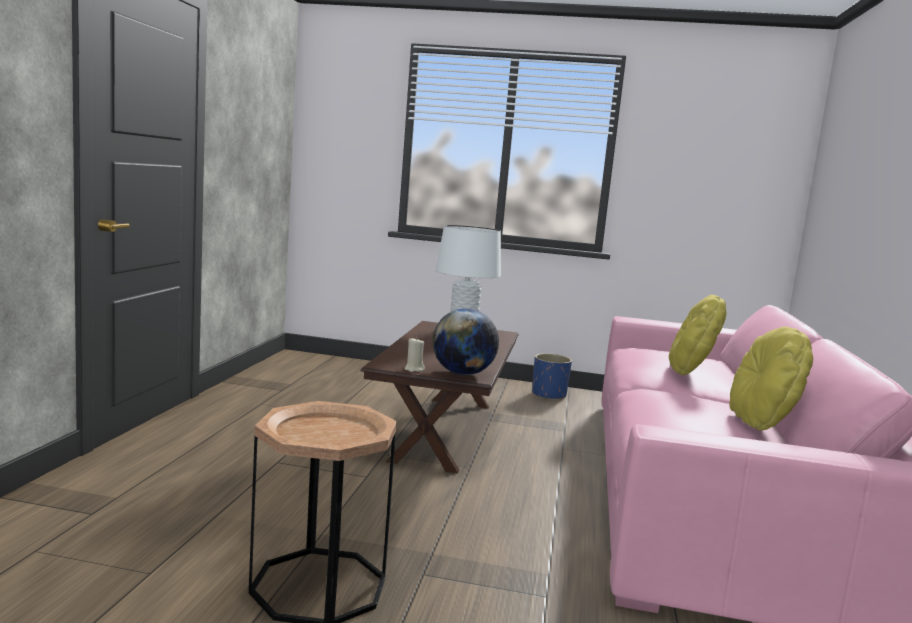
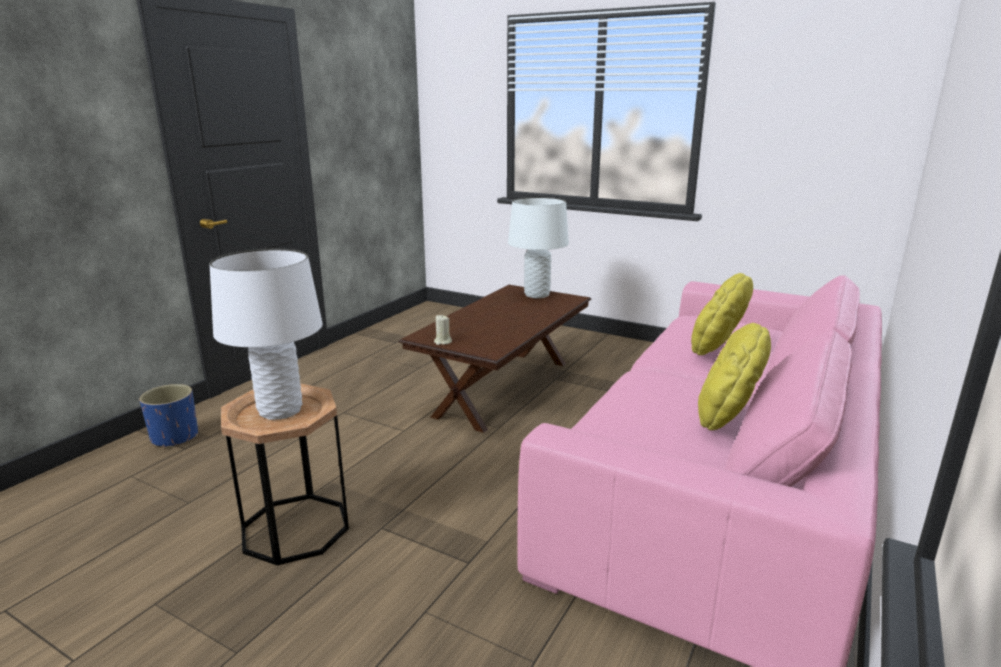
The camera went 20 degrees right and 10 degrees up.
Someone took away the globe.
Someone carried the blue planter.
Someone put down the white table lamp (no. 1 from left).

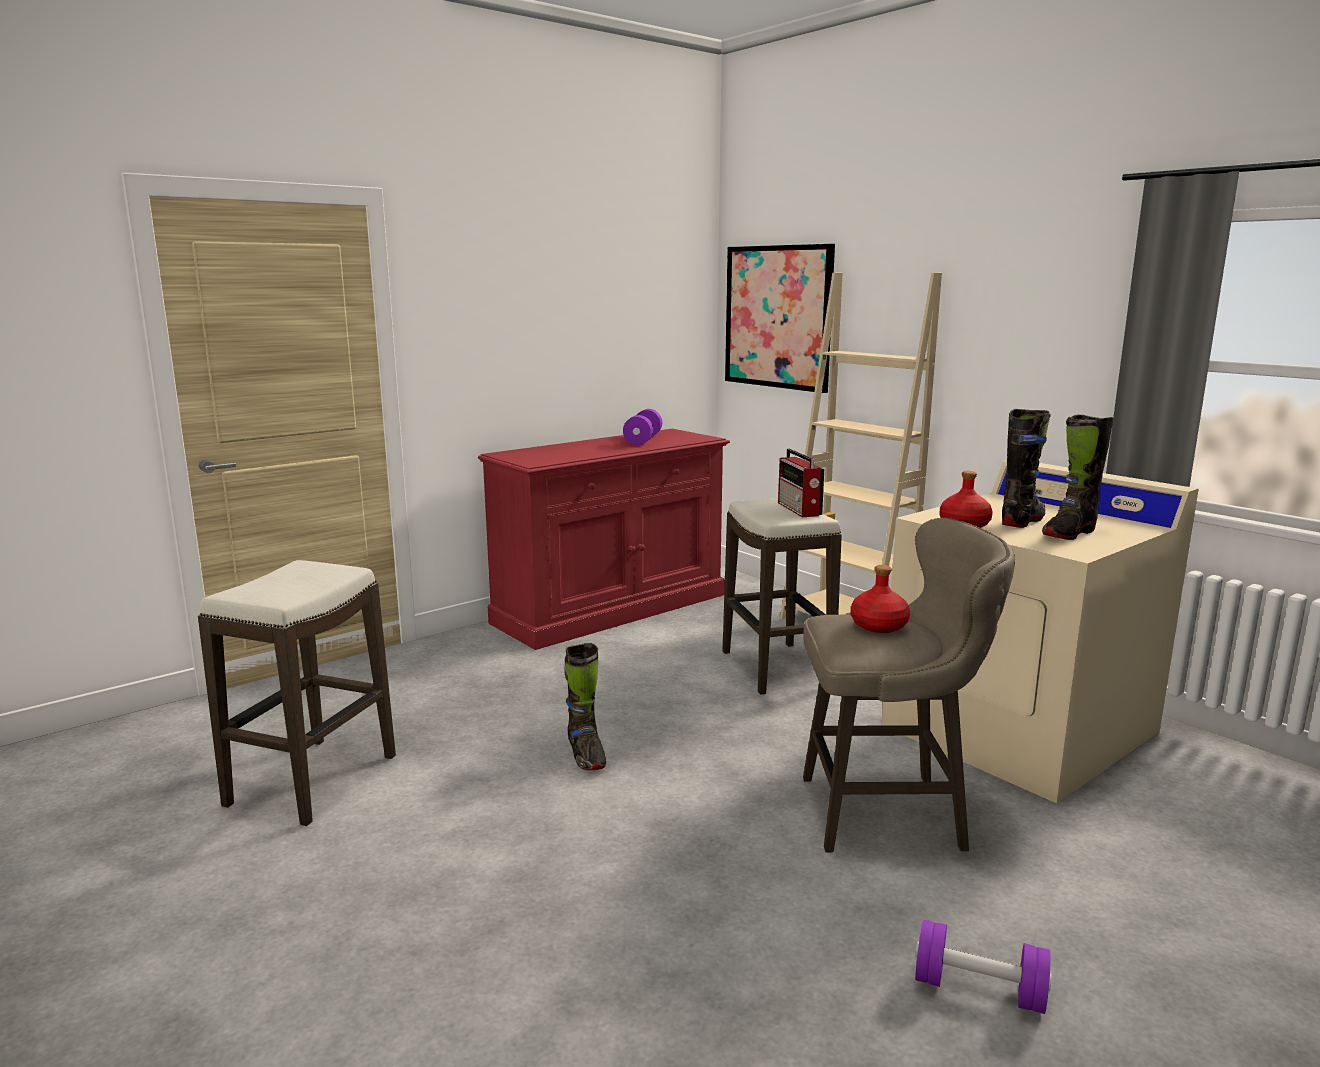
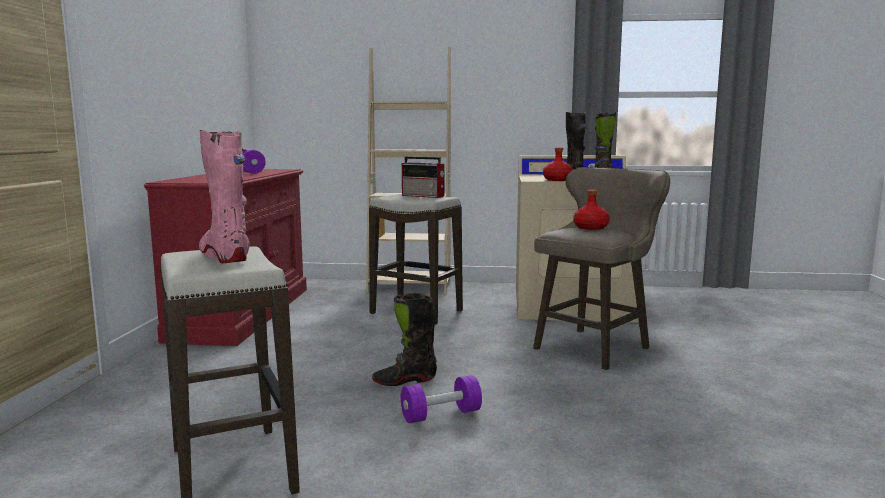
The camera went 45 degrees left and 5 degrees down.
Someone took away the picture.
Someone rotated the black boot (no. 1 from left) by 135 degrees clockwise.
Someone carried the purple dumbbell (no. 2 from left).
Someone put down the pink boot.

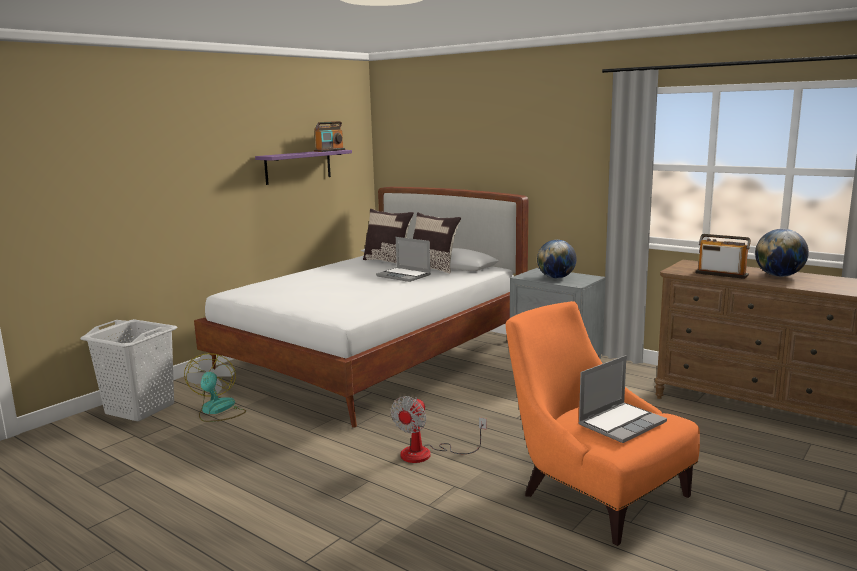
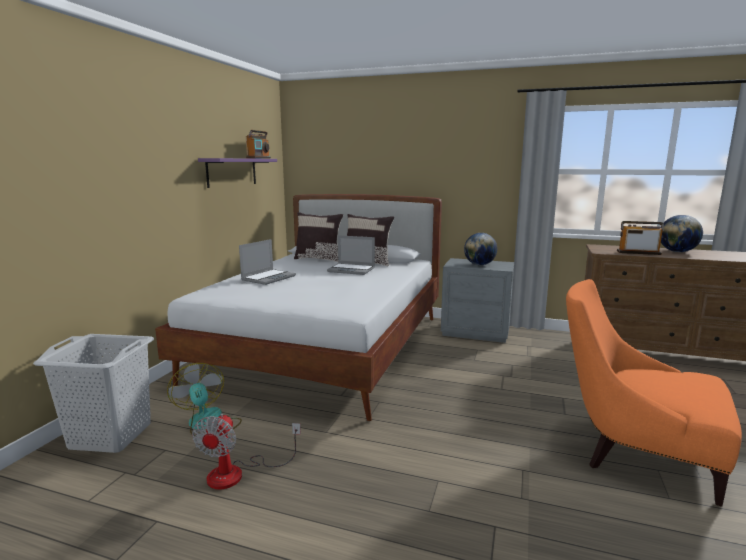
The camera went 20 degrees left and 0 degrees up.
Someone carried the laptop (no. 2 from left in the first image).
Someone carried the fan (no. 2 from left).

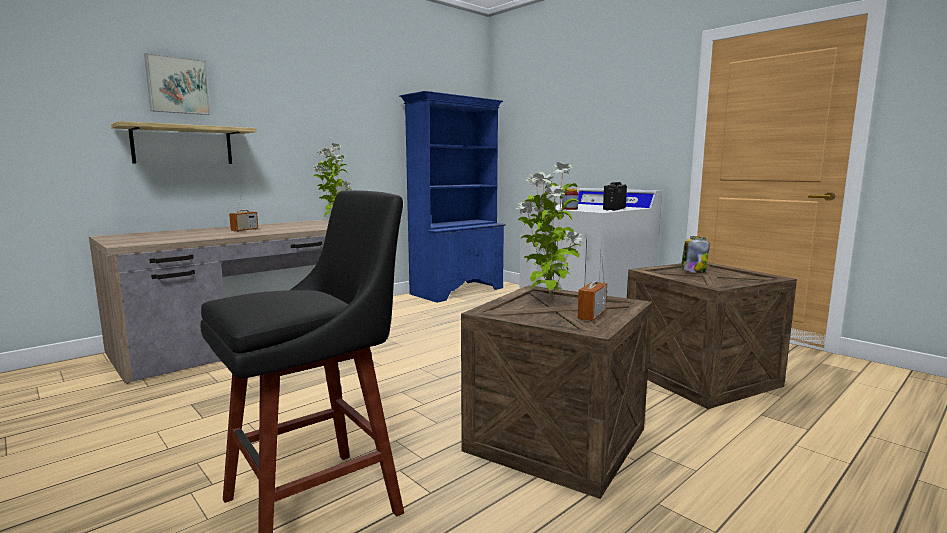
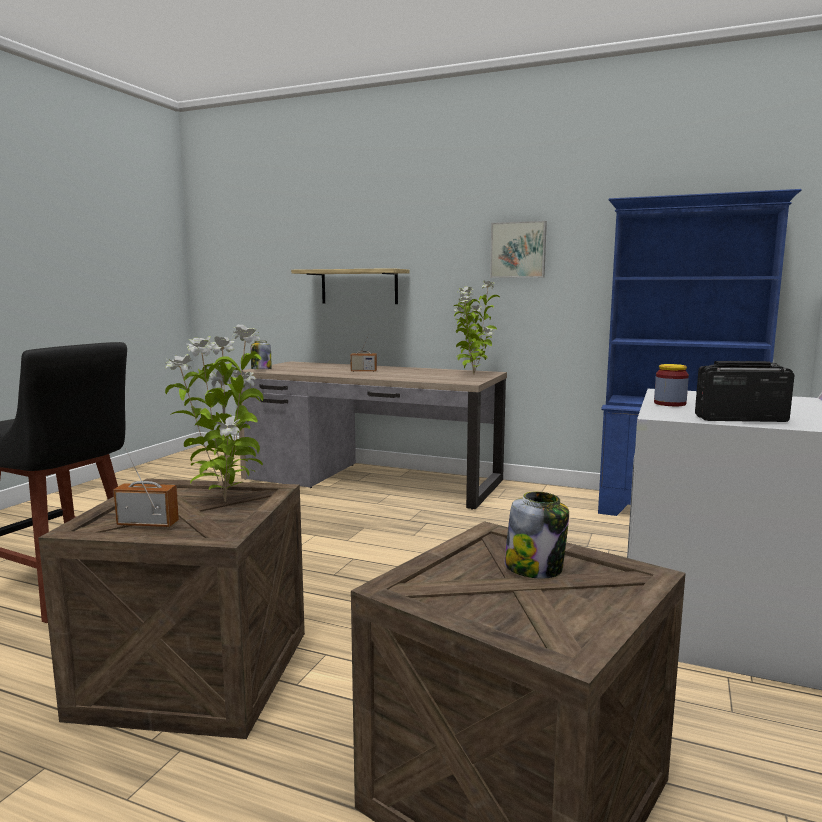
The camera went 65 degrees right and 0 degrees up.
Someone carried the picture.
Someone put down the jar (no. 1 from left).

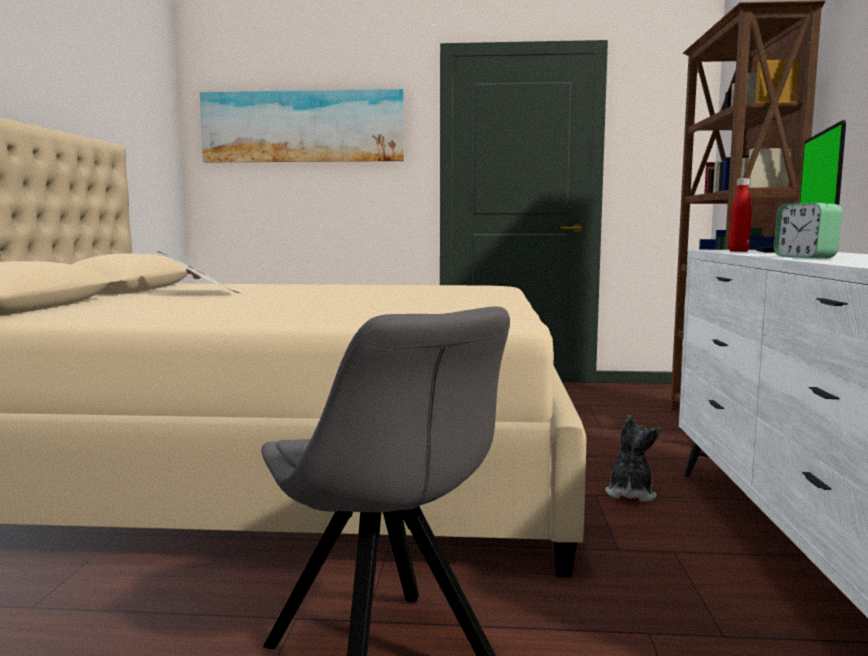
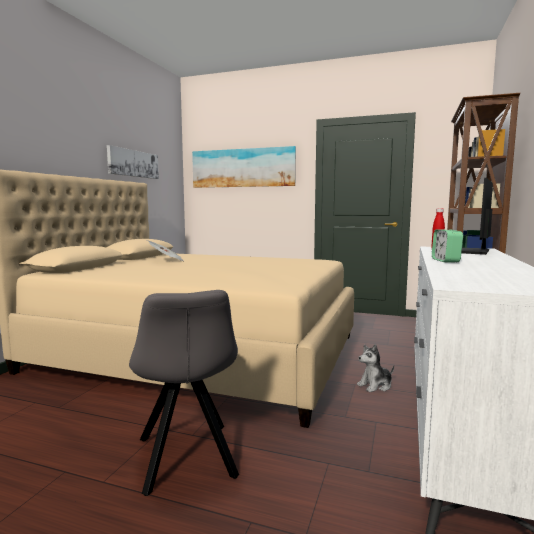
The camera went 15 degrees right and 0 degrees up.
Someone rotated the plush toy by 150 degrees counterclockwise.
Someone put up the picture (no. 1 from left).

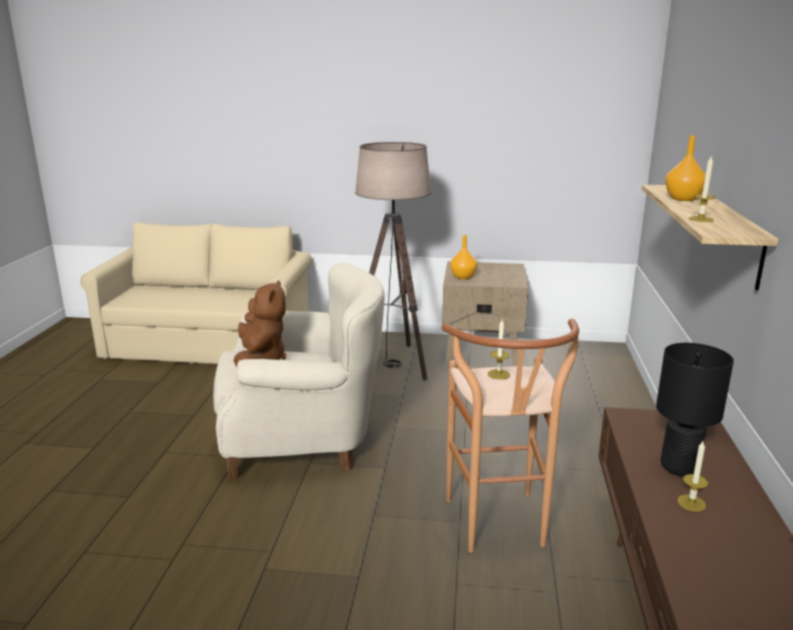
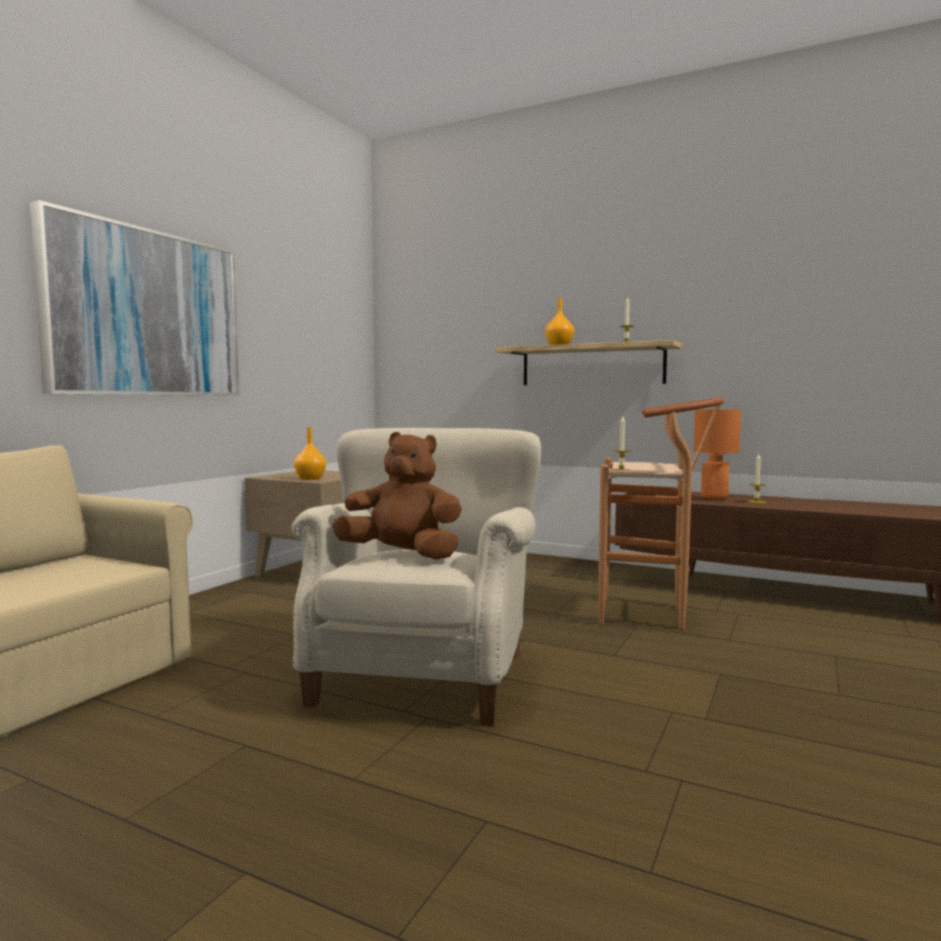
The camera went 70 degrees left and 15 degrees down.
Someone took away the floor lamp.
Someone repainted the black table lamp, which became the orange table lamp.
Someone put up the picture.

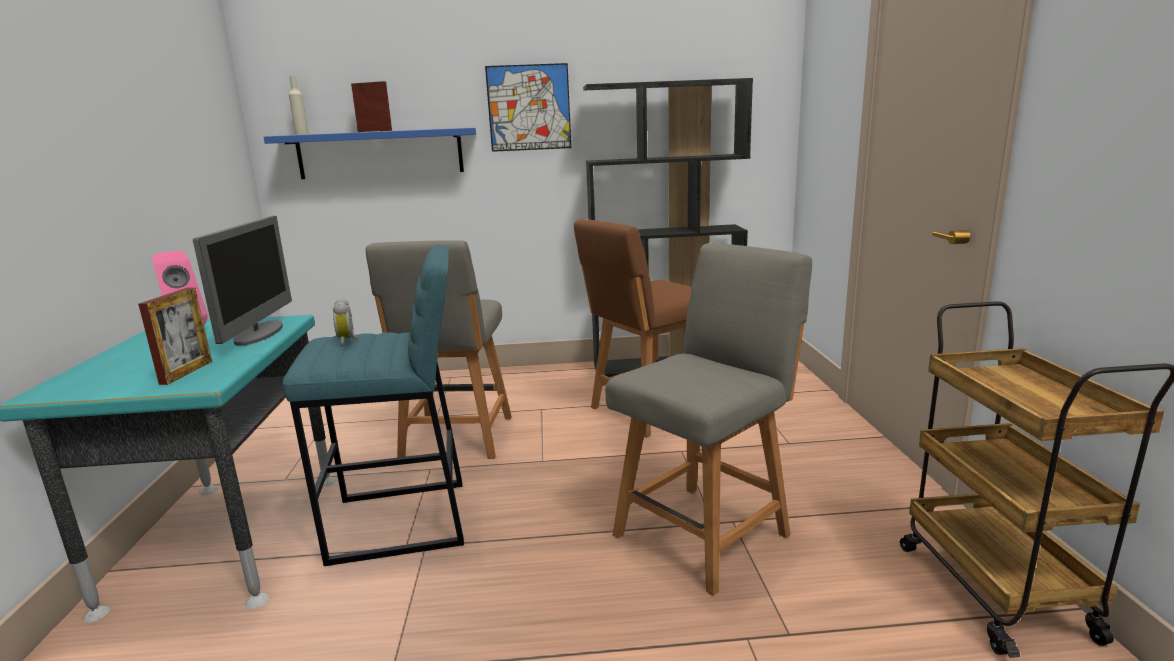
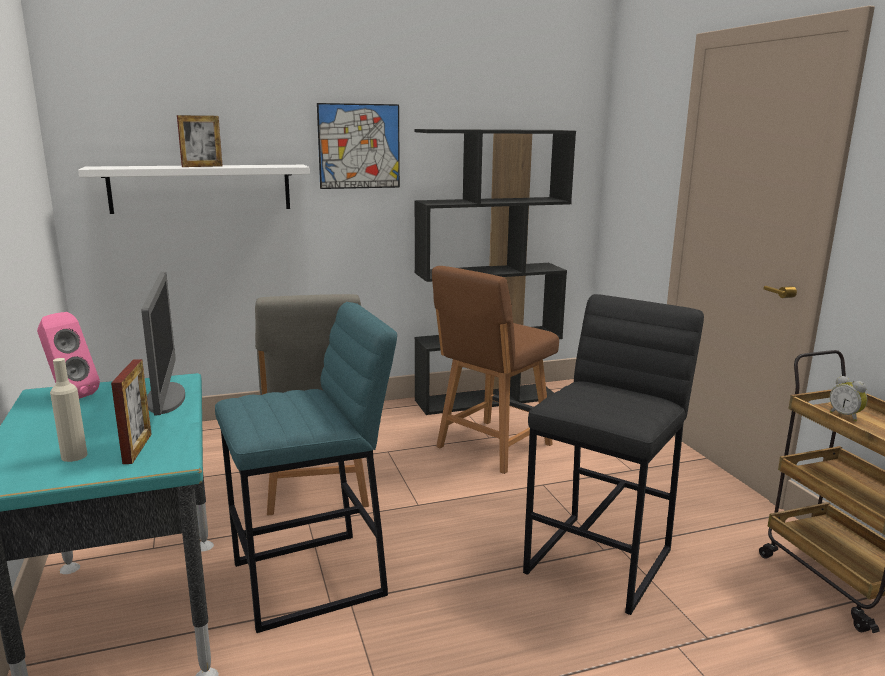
The camera went 15 degrees left and 0 degrees up.
Someone carried the beige bottle.
Someone rotated the picture frame (no. 2 from left) by 150 degrees clockwise.
Someone repainted the blue shelf, which became the white shelf.
Someone swapped the grey chair (no. 2 from left) for the black stool.
Someone carried the alarm clock.

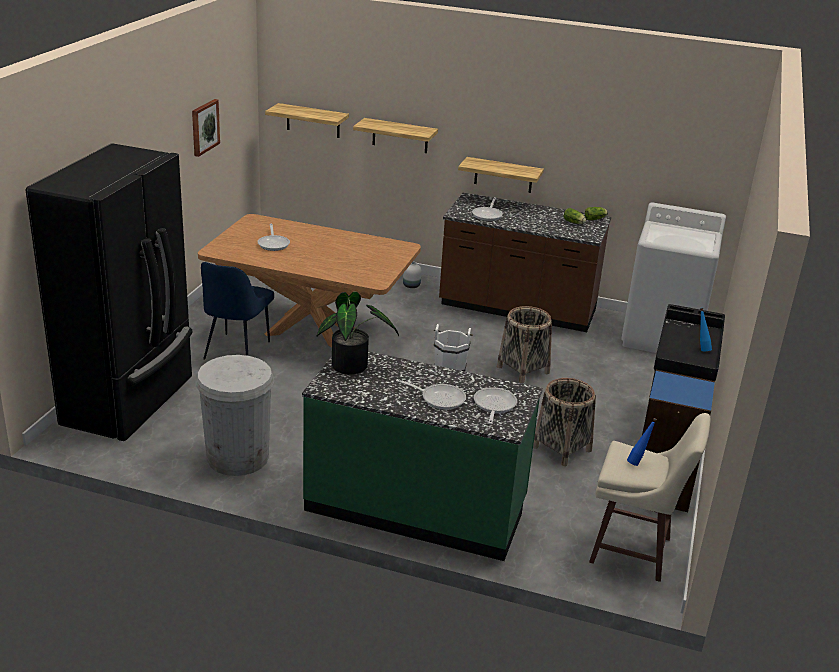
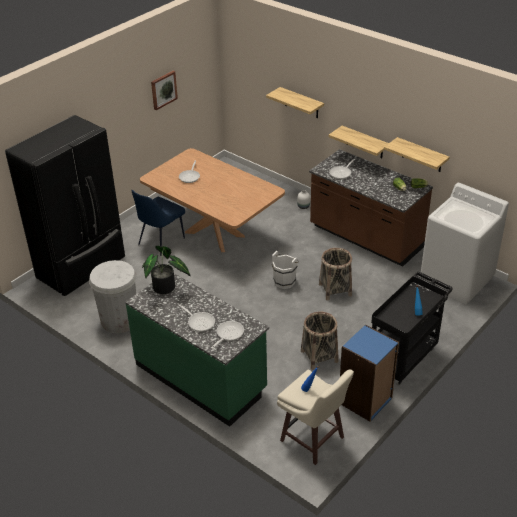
The camera went 25 degrees right and 10 degrees up.
Someone carried the shelf (no. 1 from left in the first image).

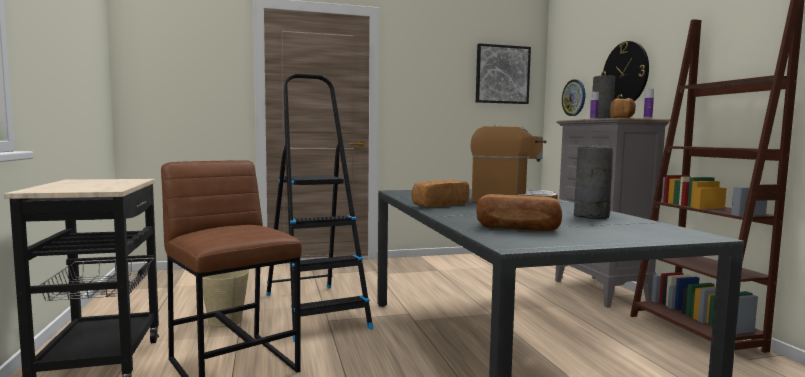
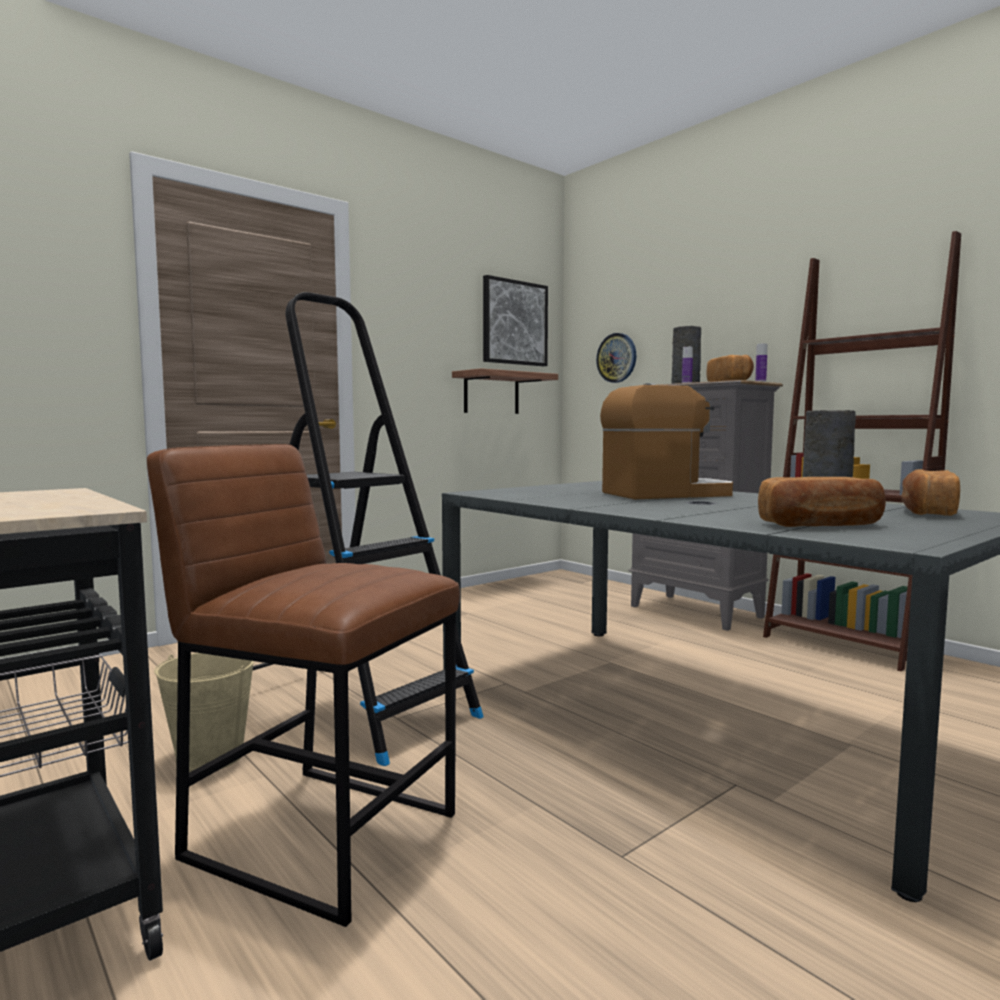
The camera went 25 degrees left and 0 degrees up.
Someone took away the wall clock (no. 2 from left).
Someone carried the bread (no. 1 from left in the first image).
Someone put up the shelf.

